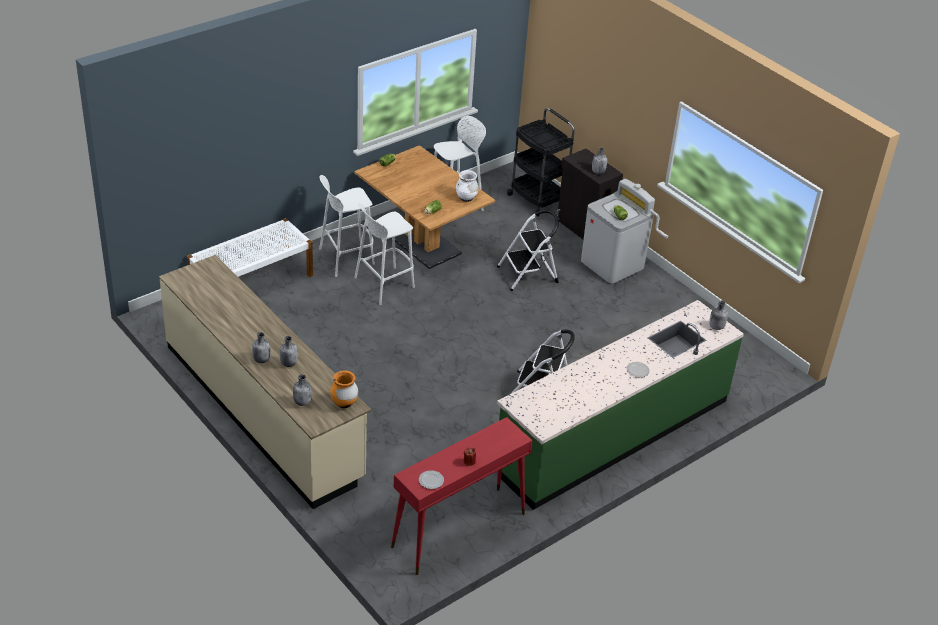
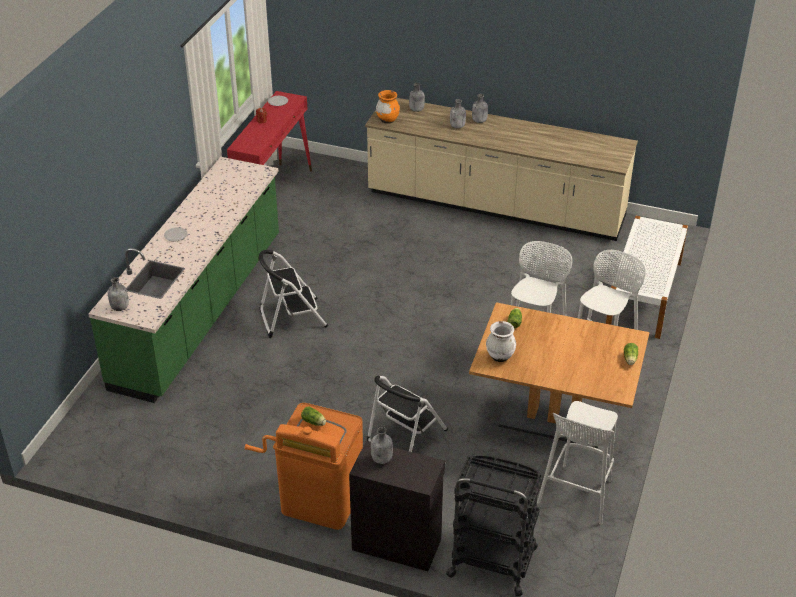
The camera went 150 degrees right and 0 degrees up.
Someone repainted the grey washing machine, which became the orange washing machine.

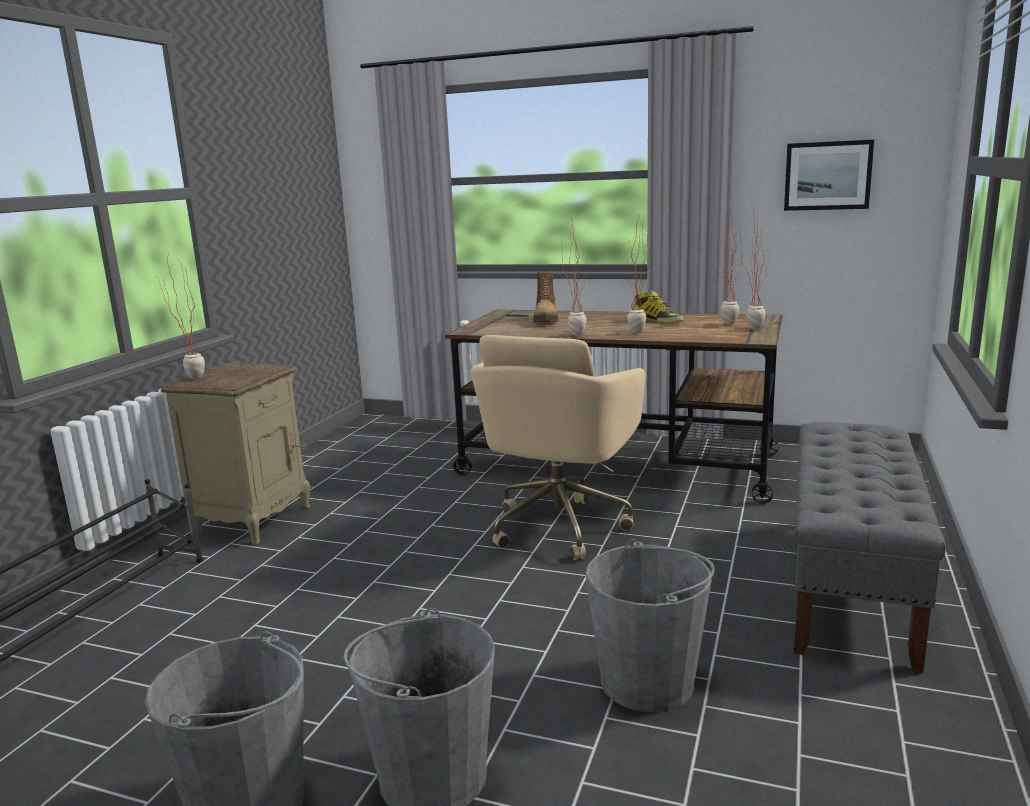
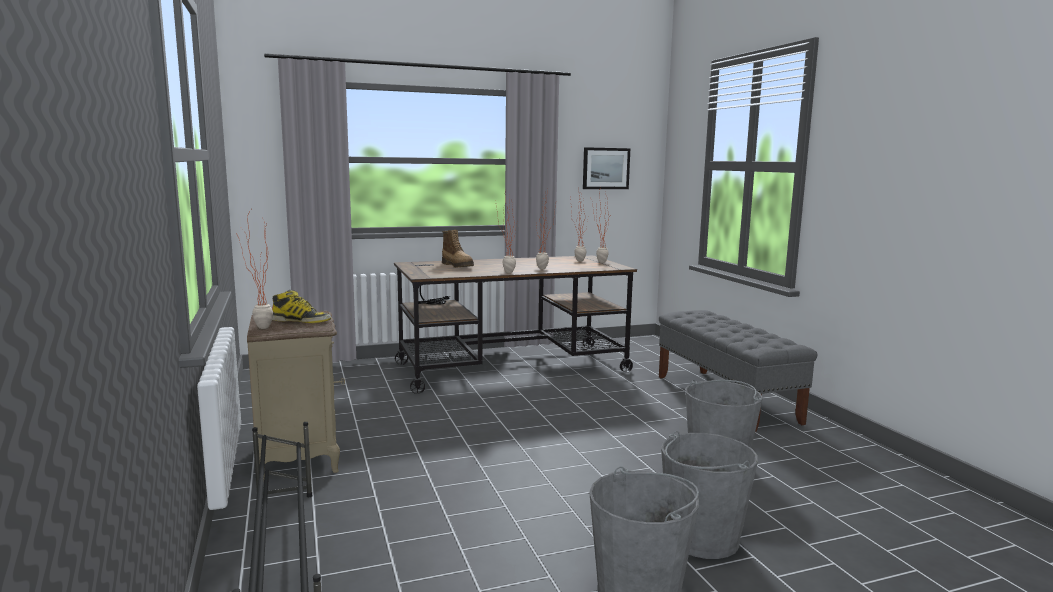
The camera went 40 degrees left and 5 degrees down.
Someone carried the boot (no. 2 from left in the first image).
Someone took away the beige office chair.

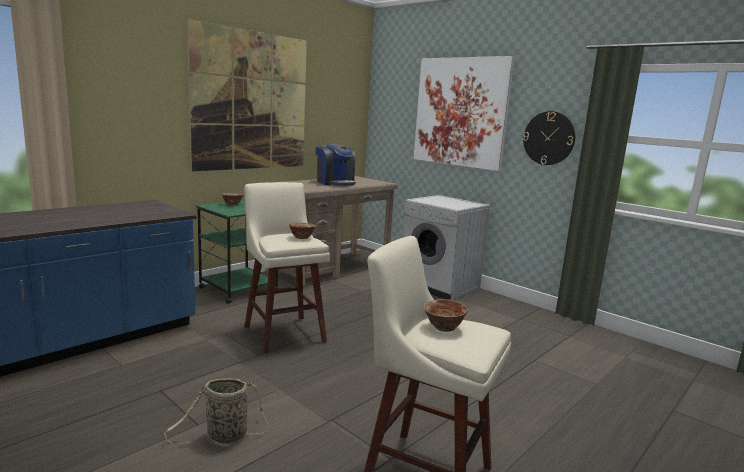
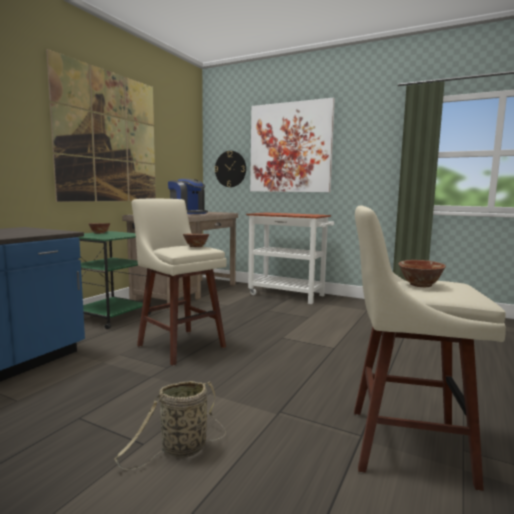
The camera went 15 degrees left and 5 degrees down.
Someone carried the wall clock.
Someone swapped the white washing machine for the white cart.

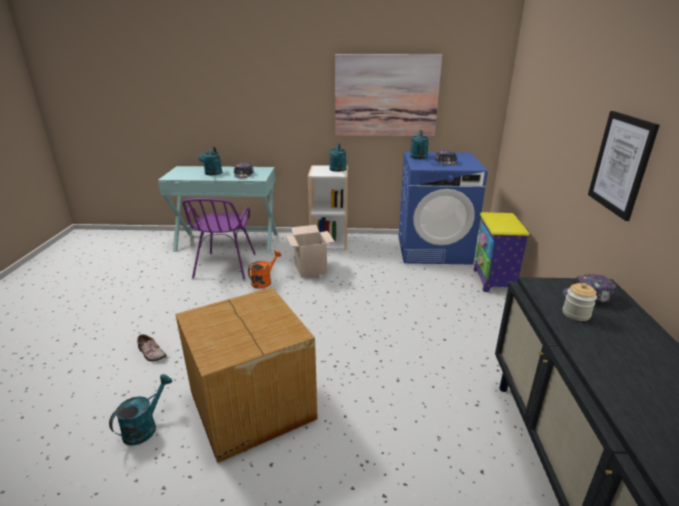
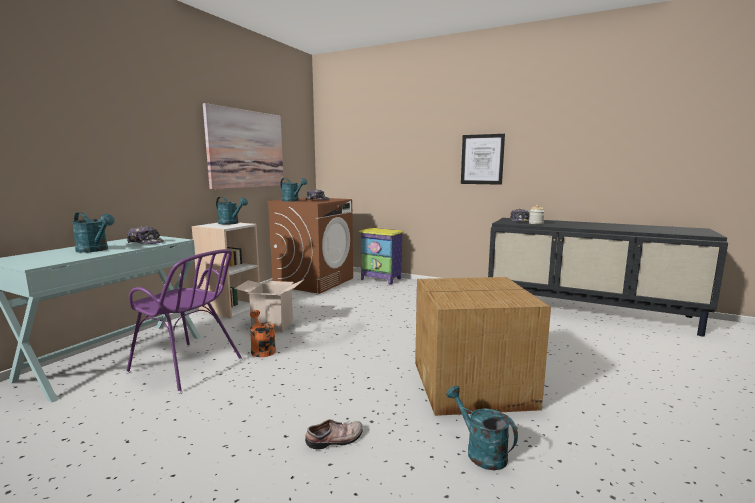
The camera went 65 degrees left and 15 degrees down.
Someone repainted the blue washing machine, which became the brown washing machine.

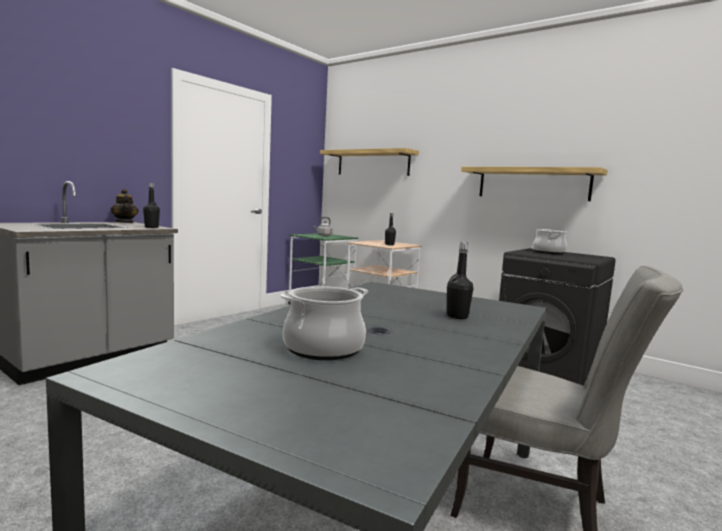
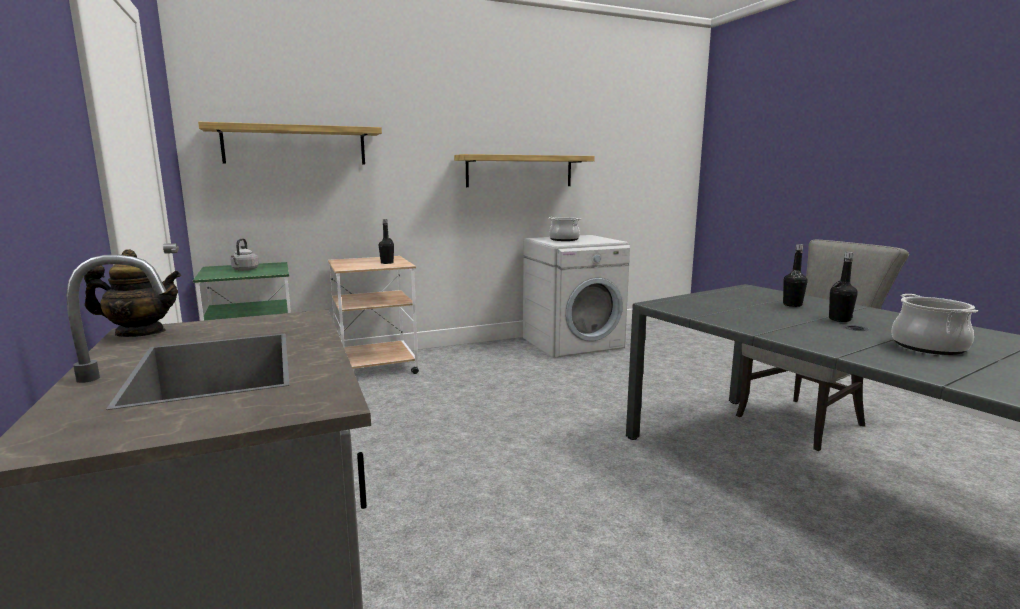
The camera went 60 degrees left and 5 degrees up.
Someone carried the black bottle (no. 1 from left in the first image).
Someone repainted the black washing machine, which became the white washing machine.

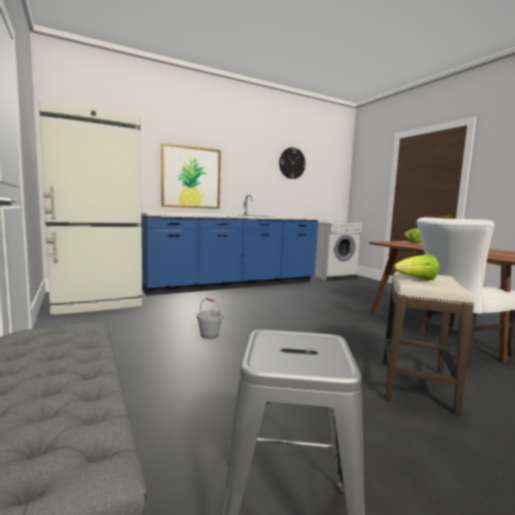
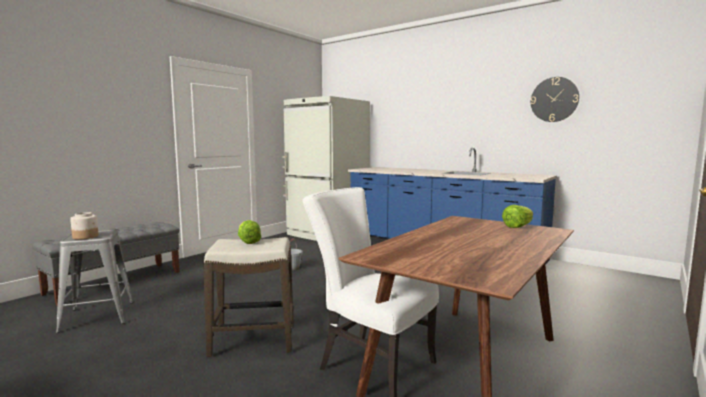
The camera went 65 degrees right and 0 degrees up.
Someone took away the picture.
Someone took away the white washing machine.
Someone put down the jar.

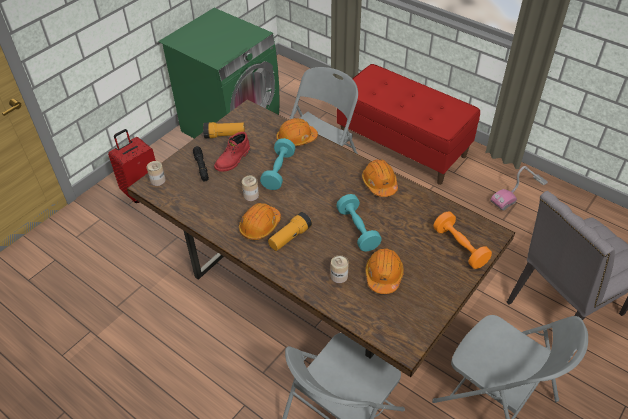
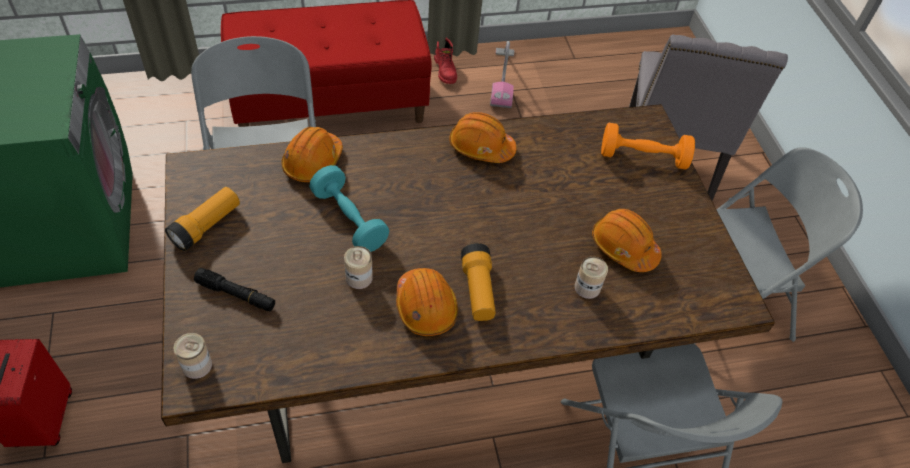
The camera went 55 degrees left and 5 degrees up.
Someone carried the red boot.
Someone took away the turquoise dumbbell (no. 2 from left).

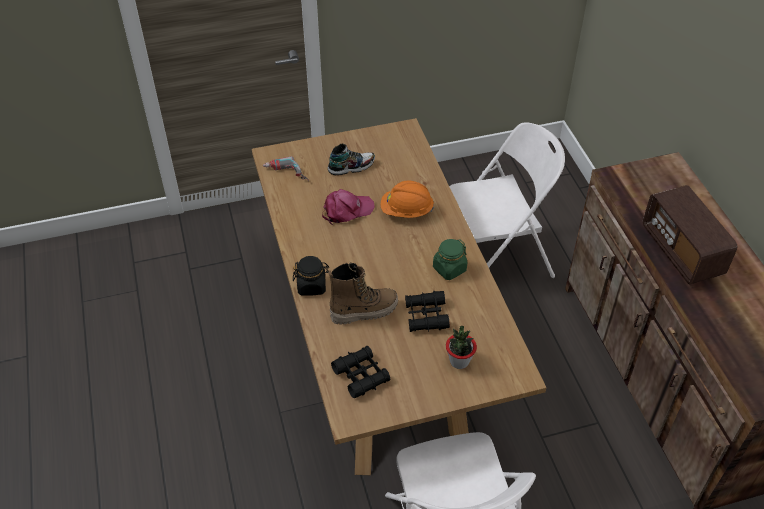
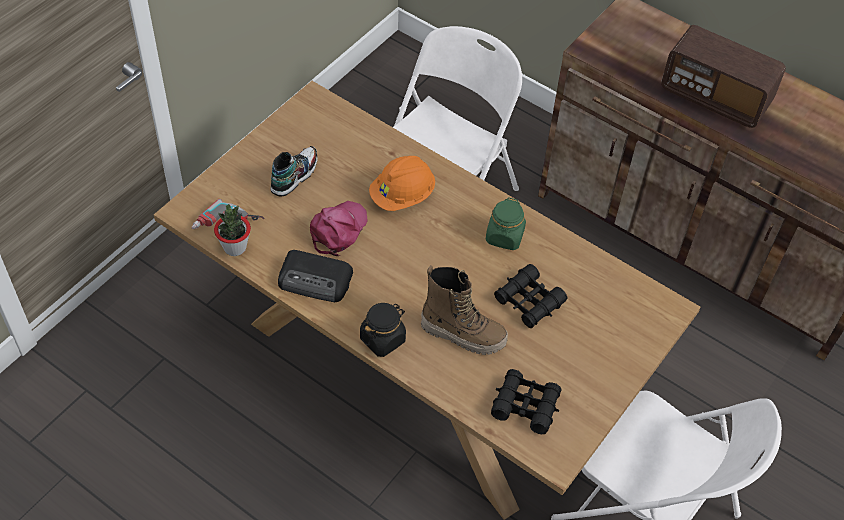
The camera went 40 degrees left and 5 degrees up.
Someone rotated the boot by 75 degrees clockwise.
Someone carried the potted plant.
Someone put down the radio (no. 1 from left).

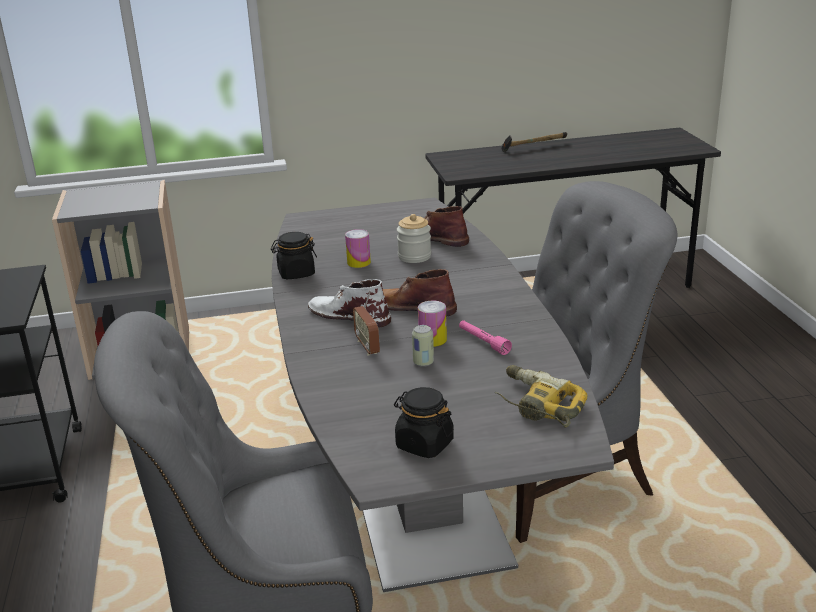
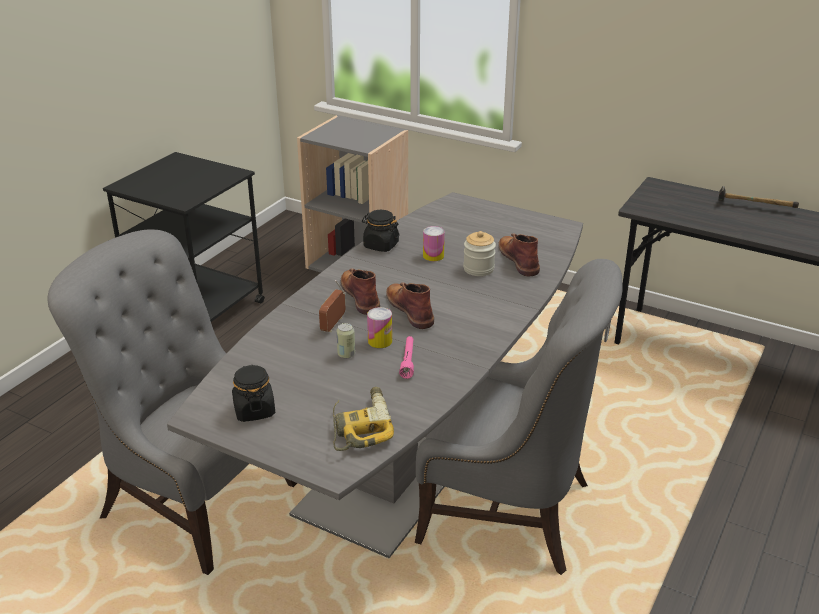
The camera went 40 degrees right and 5 degrees up.
Someone repainted the white boot, which became the brown boot (no. 1 from left).

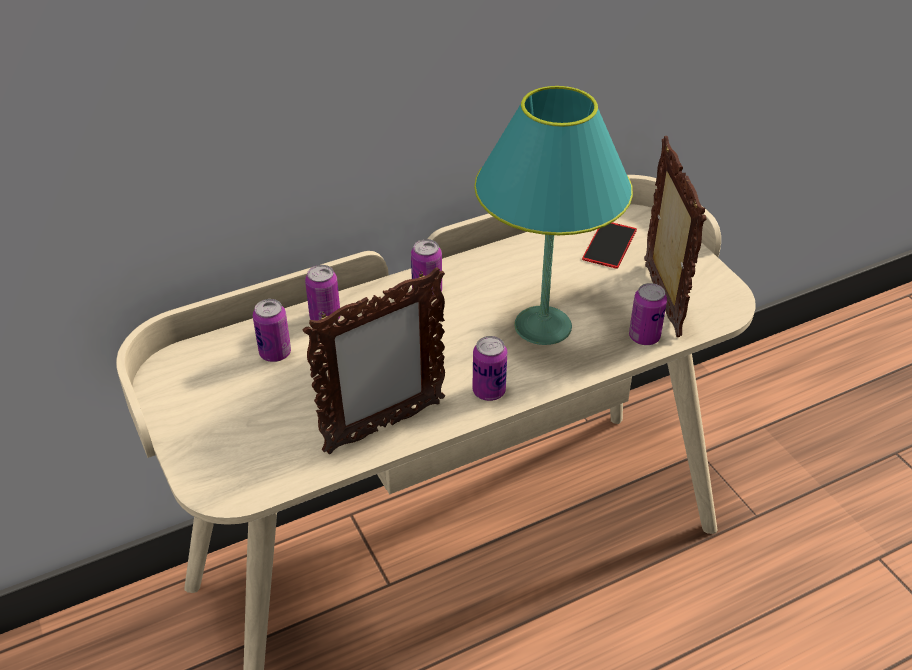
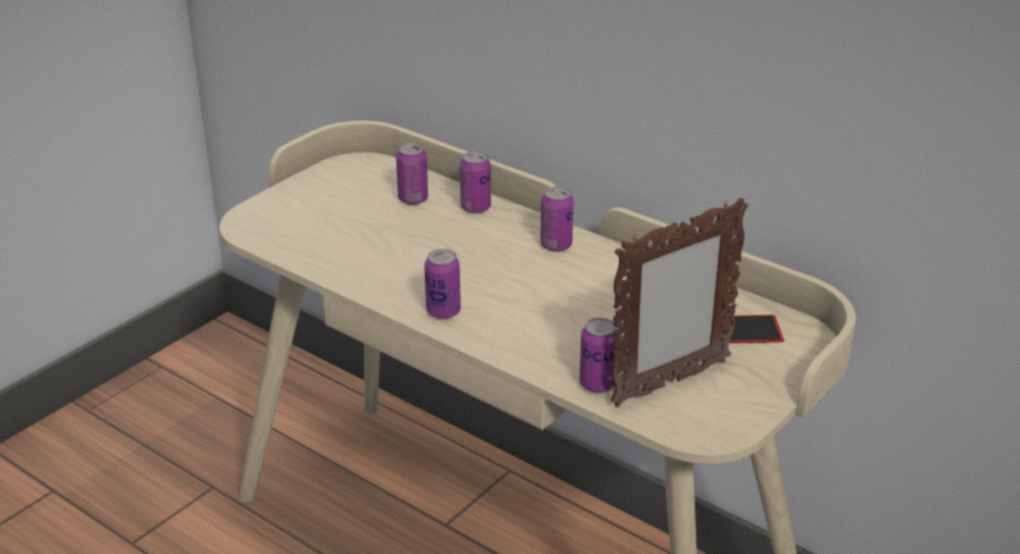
The camera went 65 degrees right and 10 degrees down.
Someone took away the turquoise table lamp.
Someone took away the picture frame (no. 1 from left).

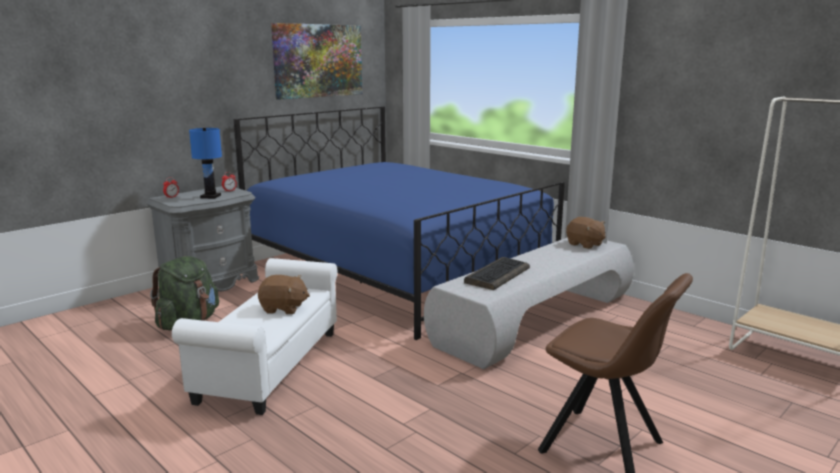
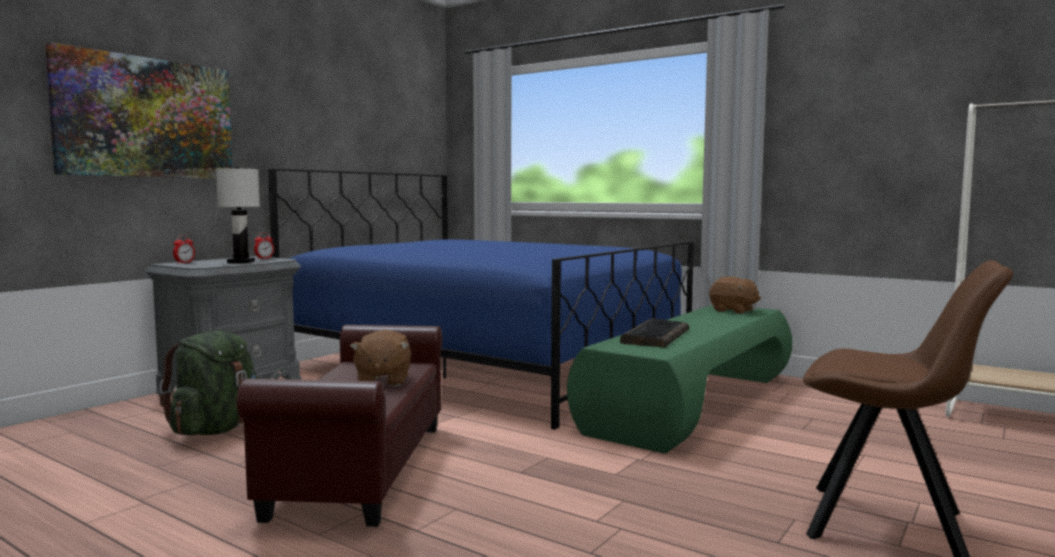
The camera went 10 degrees left and 10 degrees down.
Someone carried the picture.
Someone repainted the blue table lamp, which became the white table lamp.
Someone repainted the grey bench, which became the green bench.
Someone repainted the white ottoman, which became the brown ottoman.
Someone rotated the brown plush toy (no. 1 from left) by 90 degrees clockwise.

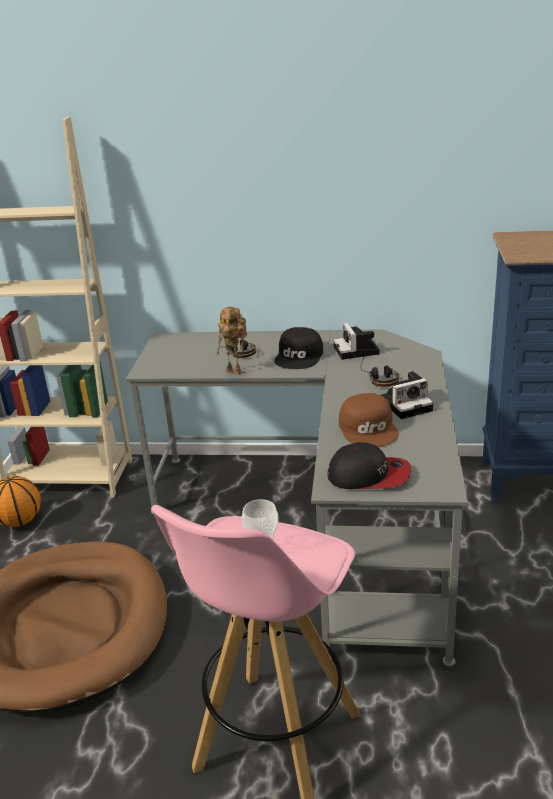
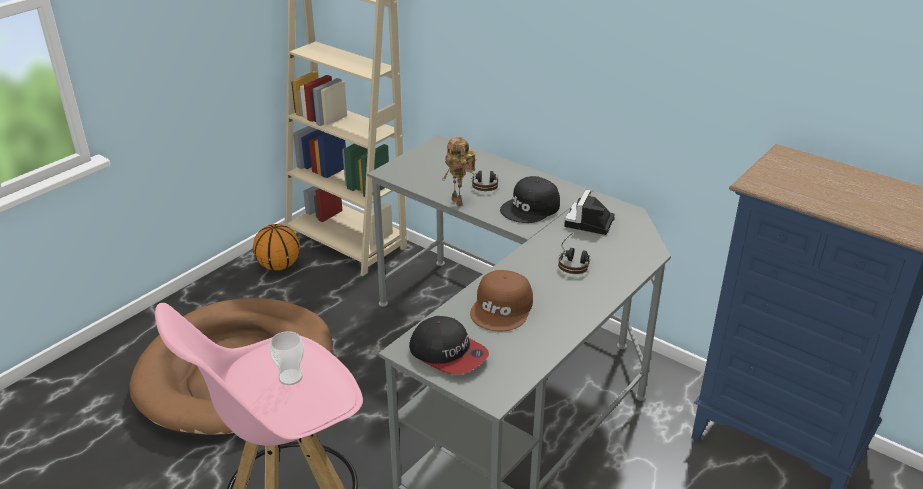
The camera went 30 degrees right and 5 degrees up.
Someone took away the photo camera (no. 2 from left).

